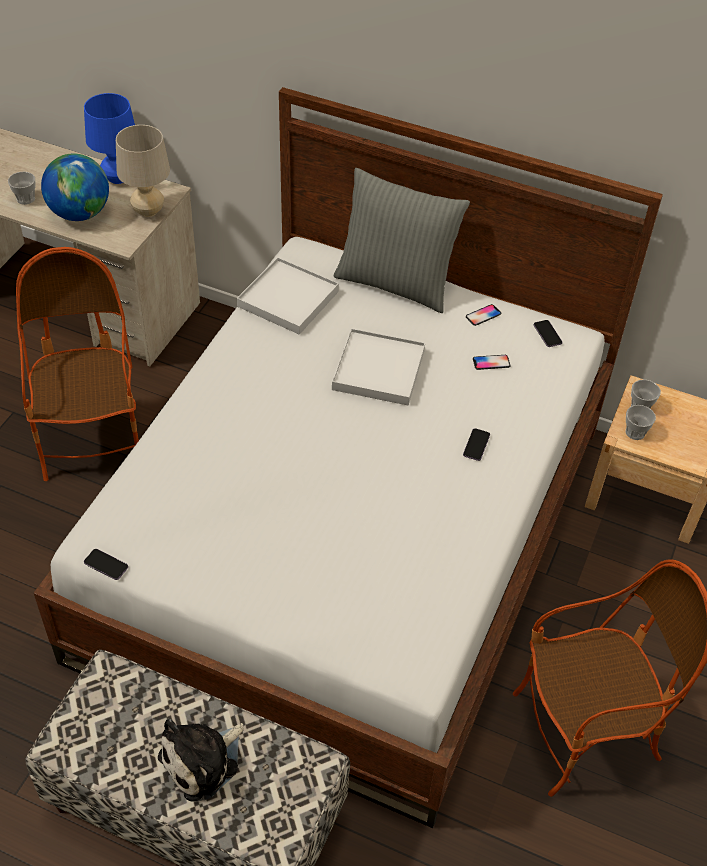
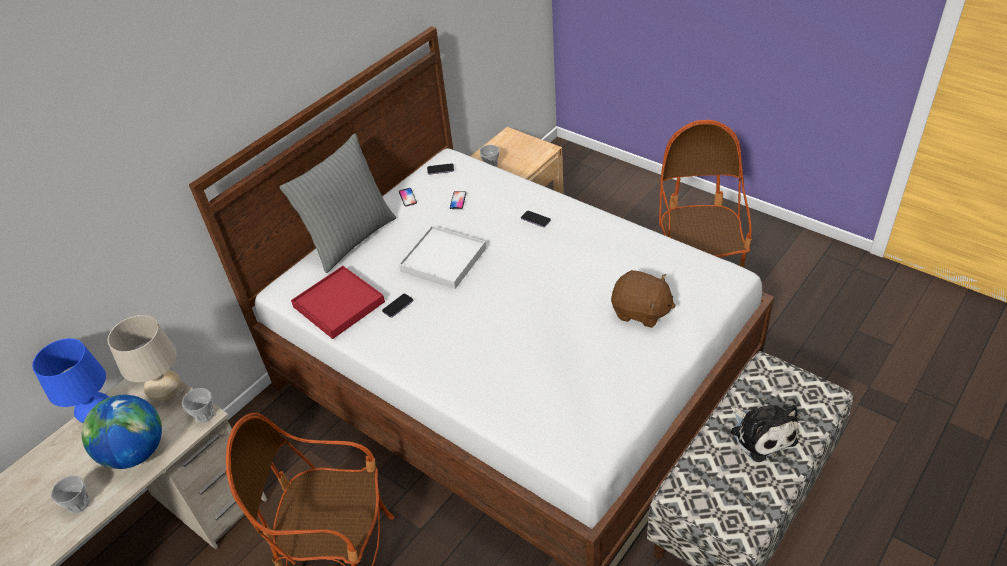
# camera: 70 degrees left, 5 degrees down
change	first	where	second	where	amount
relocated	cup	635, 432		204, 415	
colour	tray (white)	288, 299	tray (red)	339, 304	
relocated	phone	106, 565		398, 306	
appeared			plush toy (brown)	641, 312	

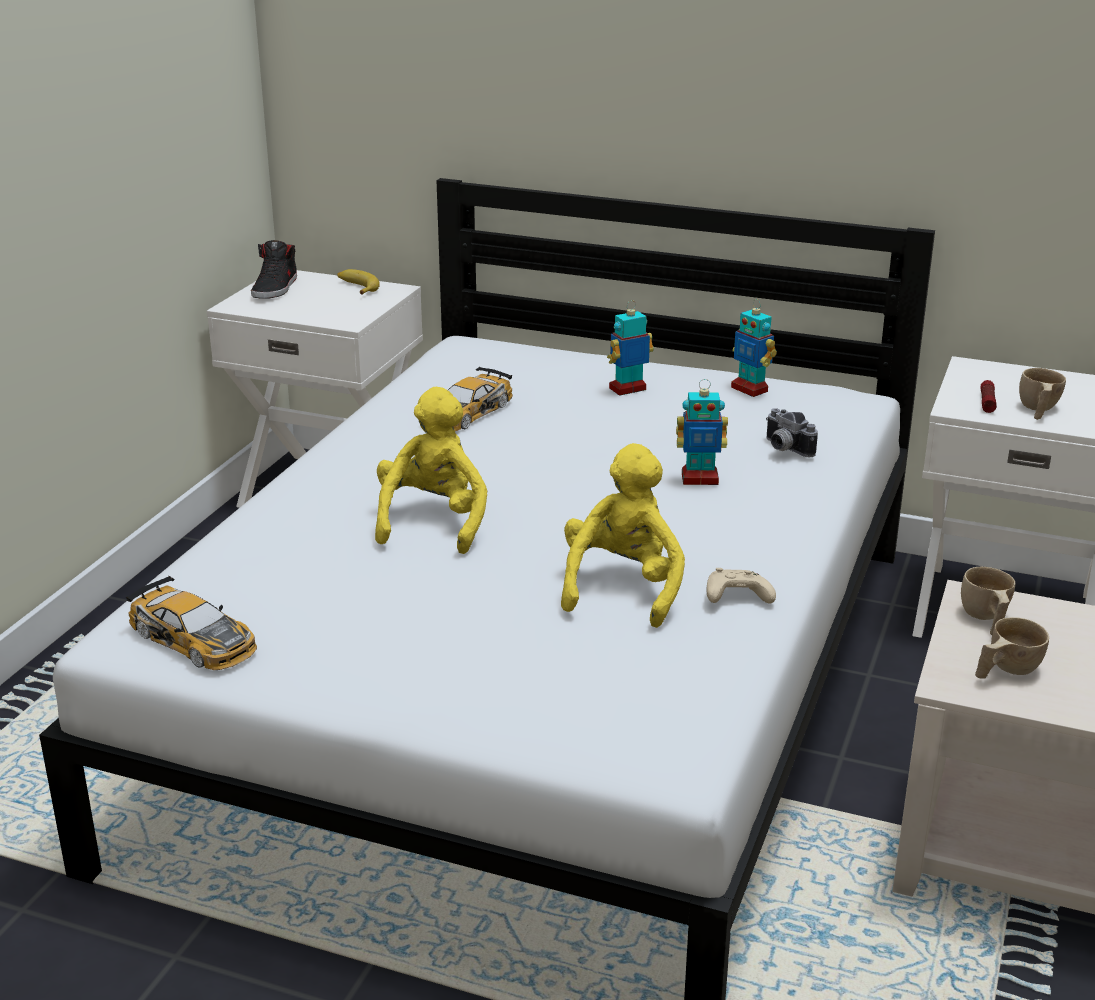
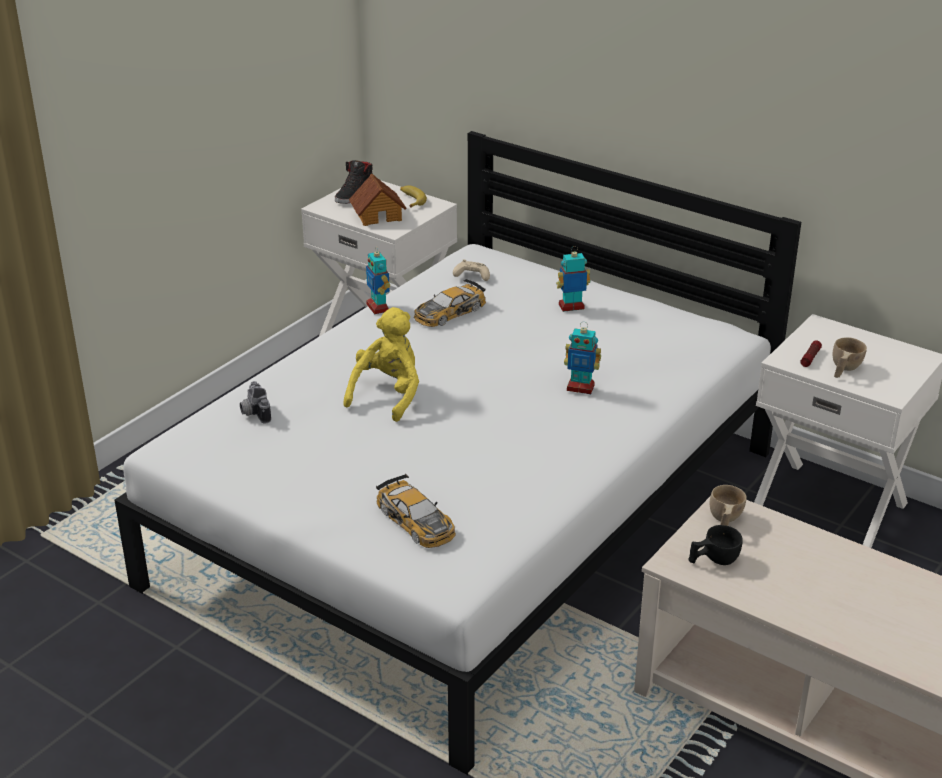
# camera: 15 degrees right, 5 degrees up
change	first	where	second	where	amount
relocated	photo camera	784, 448		253, 413	
appeared			toy house	378, 215	
relocated	toy robot	750, 389		378, 307	
relocated	toy car	194, 639		416, 521	
relocated	game controller (beige)	735, 598		471, 276	
colour	cup (beige)	1005, 670	cup (black)	713, 560	
missing	plush toy (yellow)	623, 588			

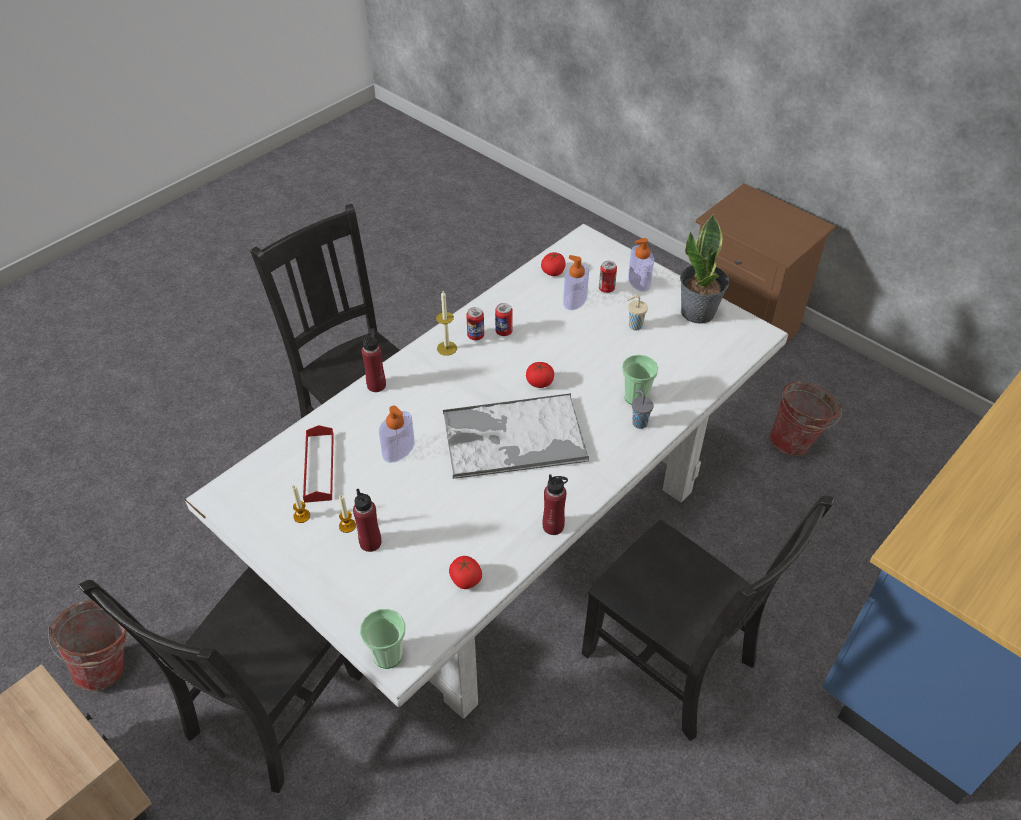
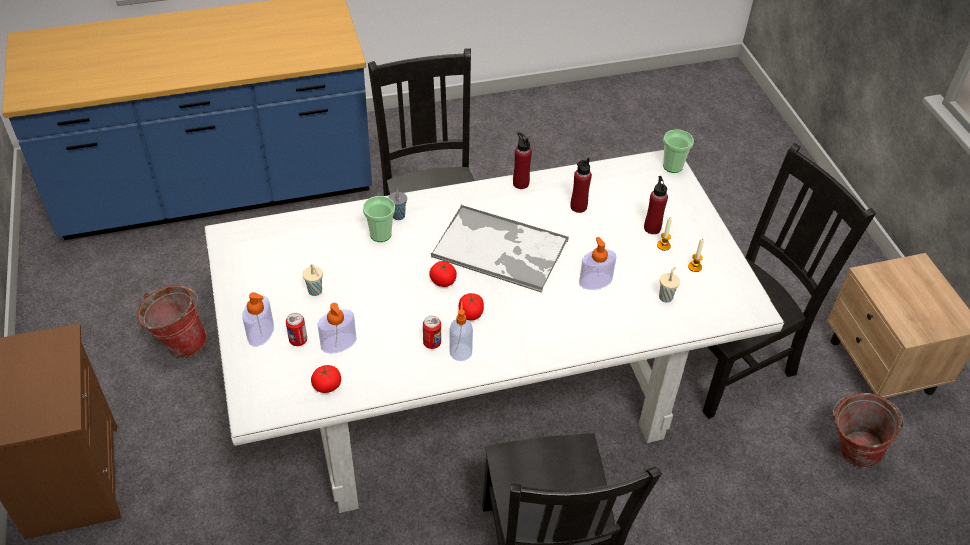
# camera: 150 degrees left, 0 degrees up
change	first	where	second	where	amount
exchanged	can	475, 336	soap dispenser	460, 351	
relocated	tomato	465, 580		471, 314	
relocated	bottle (red)	376, 385		578, 207	
exchanged	tray (red)	319, 467	cup (beige)	666, 297	
missing	candle	446, 348			
missing	potted plant	698, 312			

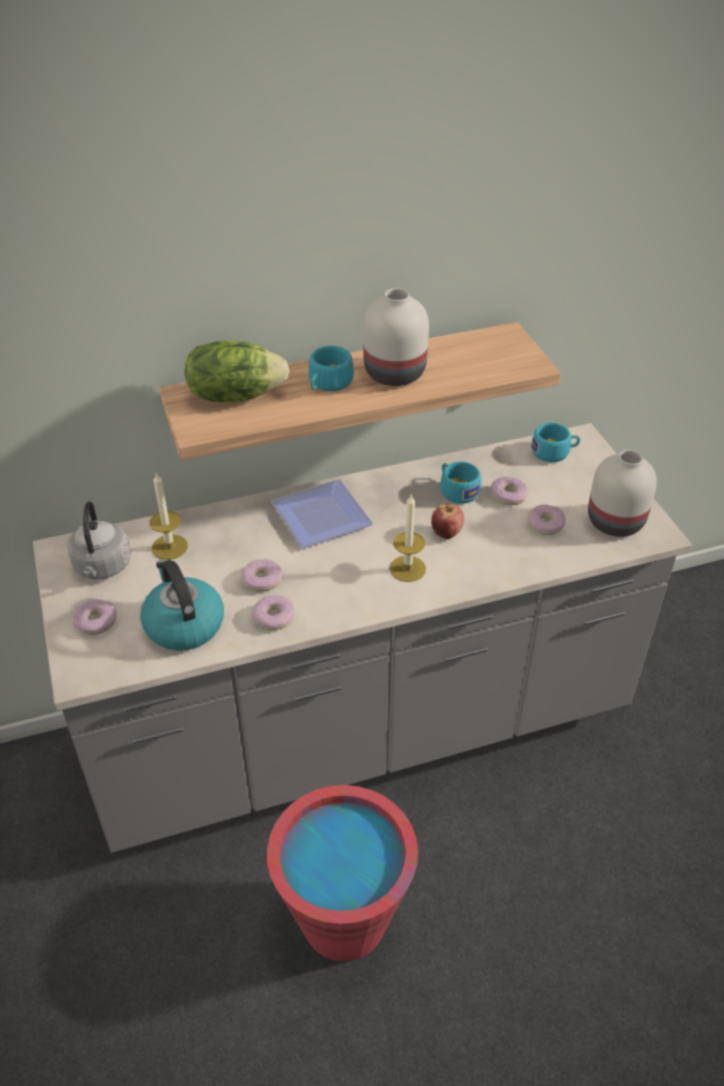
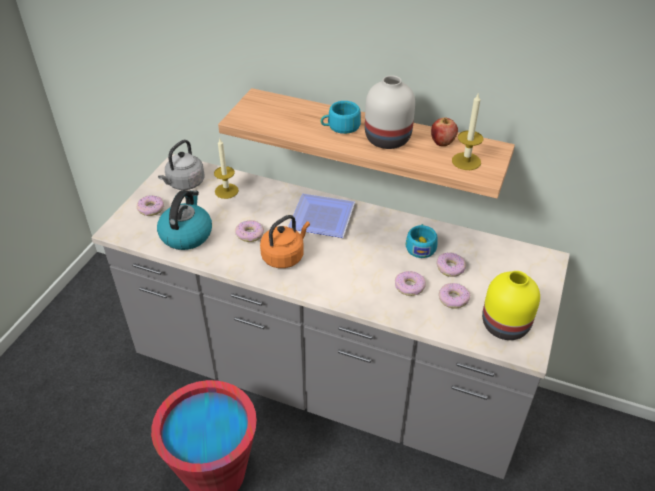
# camera: 40 degrees right, 0 degrees up
change	first	where	second	where	amount
appeared			kettle (orange)	284, 256	
relocated	donut	274, 617		409, 287	
relocated	apple	446, 533		442, 143	
relocated	candle	407, 568		466, 161	
colour	vase (white)	614, 522	vase (yellow)	503, 325	
missing	lettuce	235, 395			
missing	cup (turquoise)	554, 452			

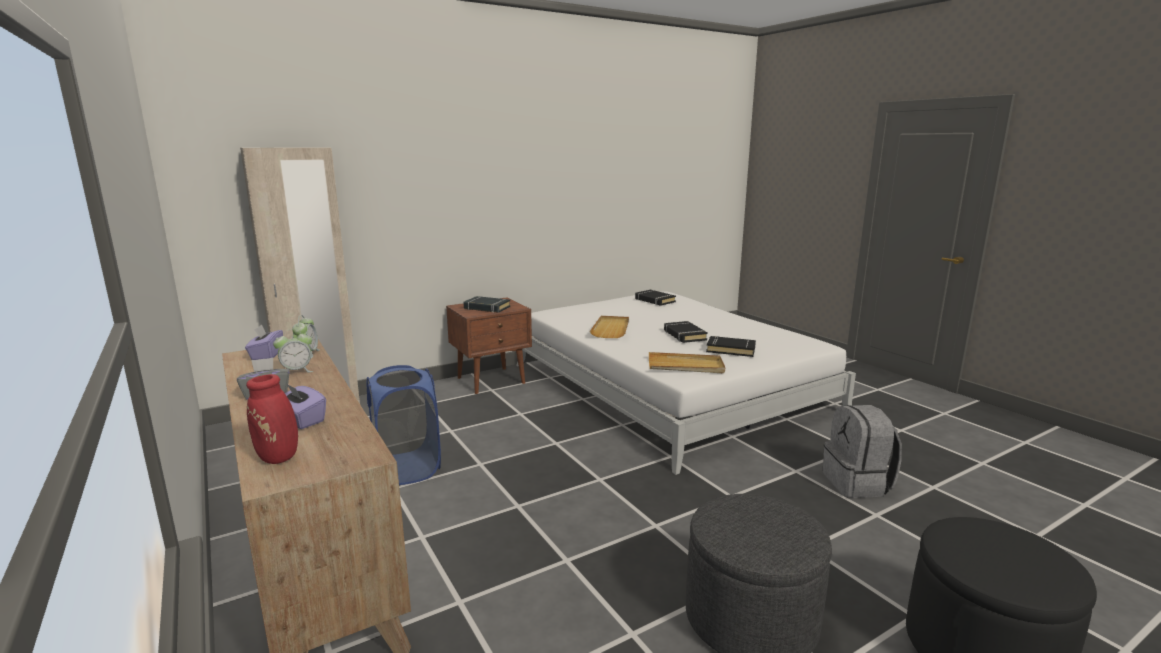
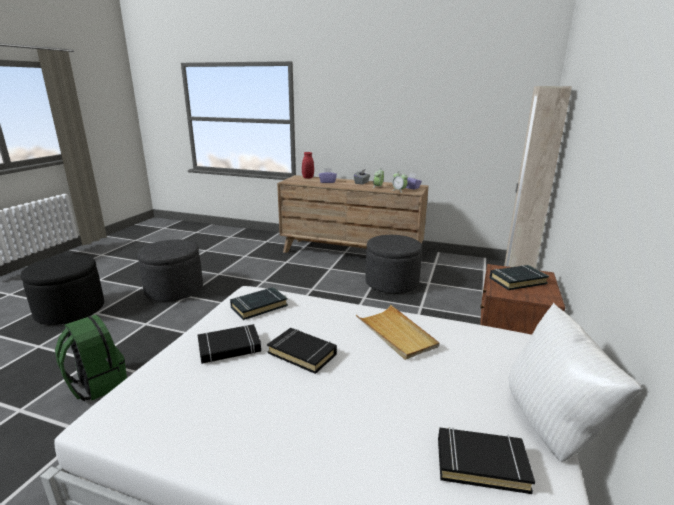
# camera: 140 degrees right, 5 degrees up
change	first	where	second	where	amount
colour	backpack (grey)	857, 483	backpack (green)	97, 384	
exchanged	tray (beige)	685, 366	book (black)	259, 306	
exchanged	laundry basket (blue)	407, 468	ottoman (grey)	391, 283	
appeared			pillow (white)	552, 427	

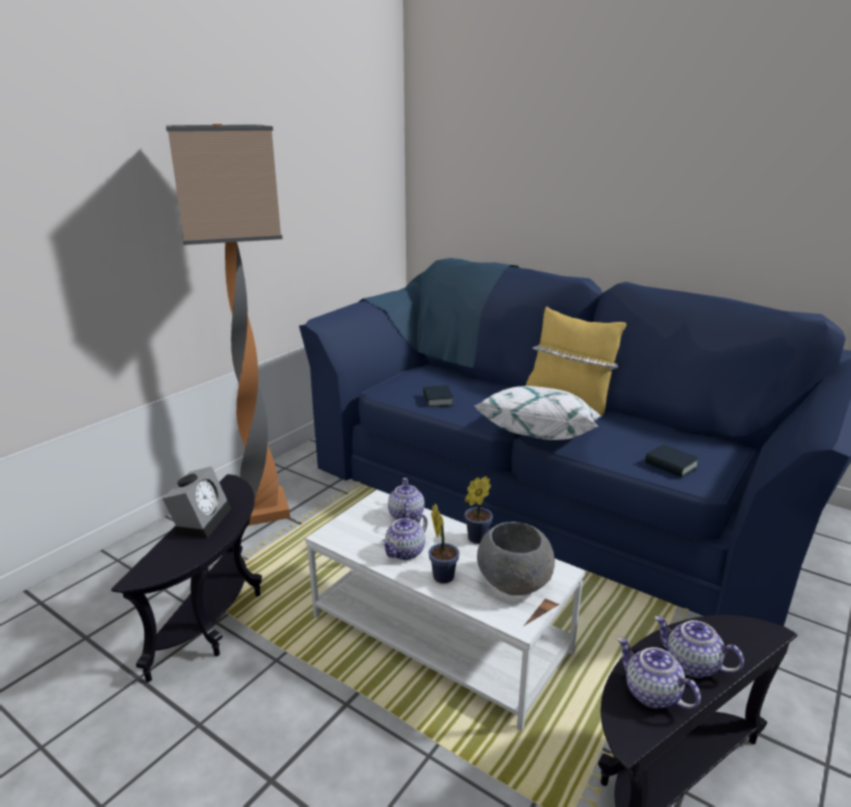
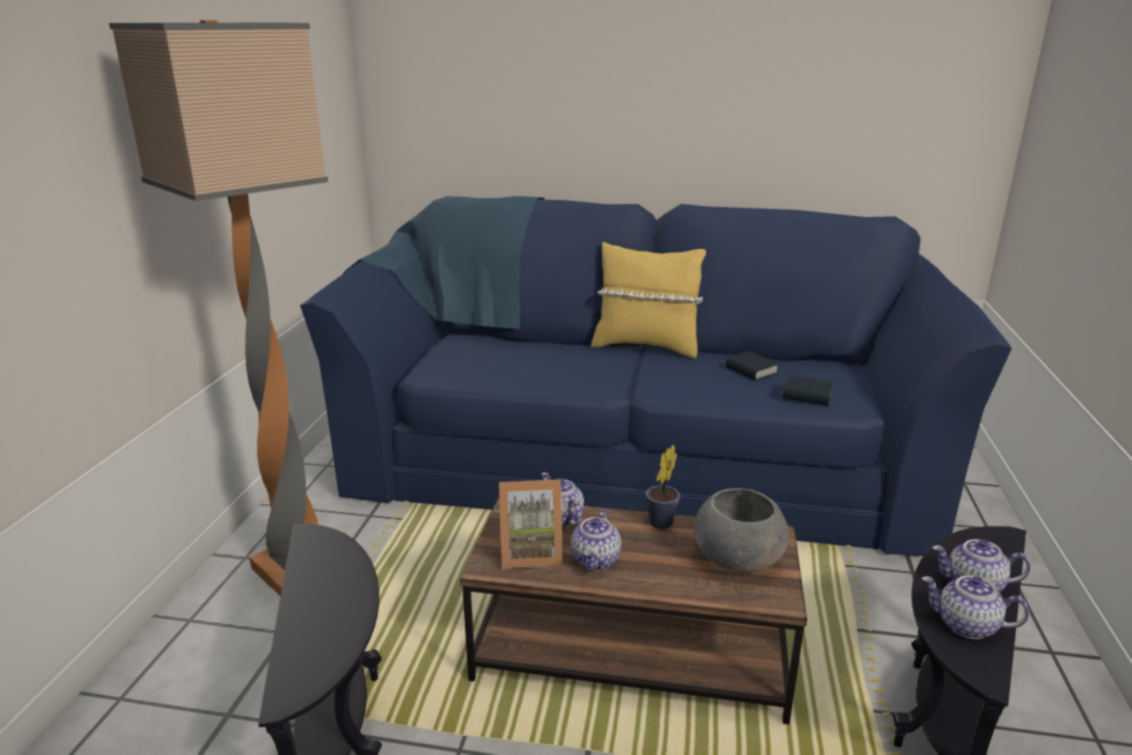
# camera: 25 degrees left, 0 degrees up
change	first	where	second	where	amount
colour	coffee table (white)	440, 633	coffee table (brown)	632, 650	
appeared			picture frame	531, 553	
relocated	book	437, 400		751, 371	
missing	alarm clock	201, 519			
missing	potted plant	442, 575			
missing	pillow (white)	540, 434			

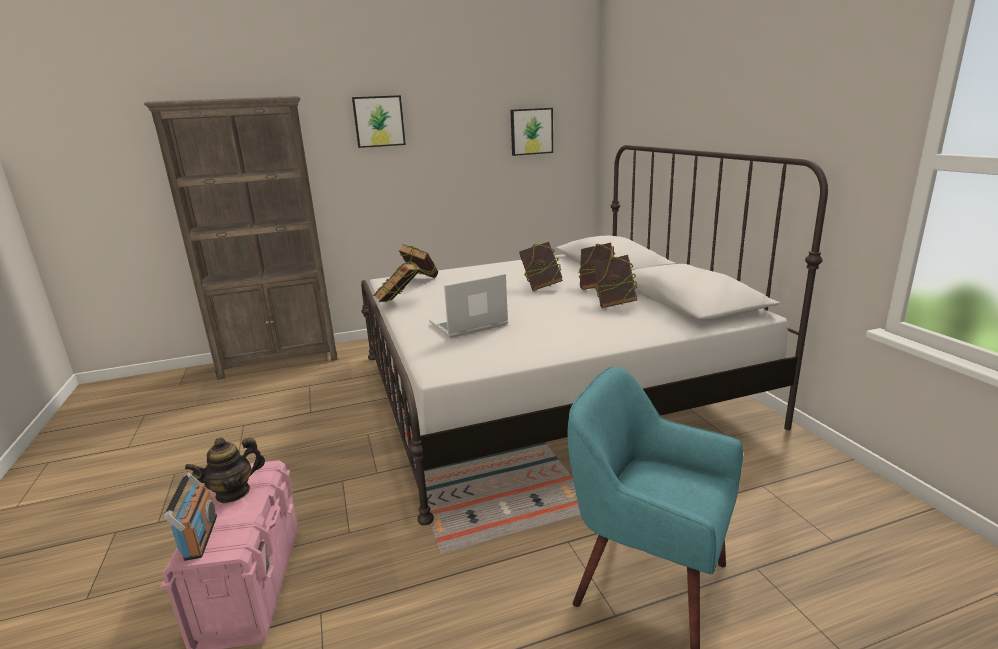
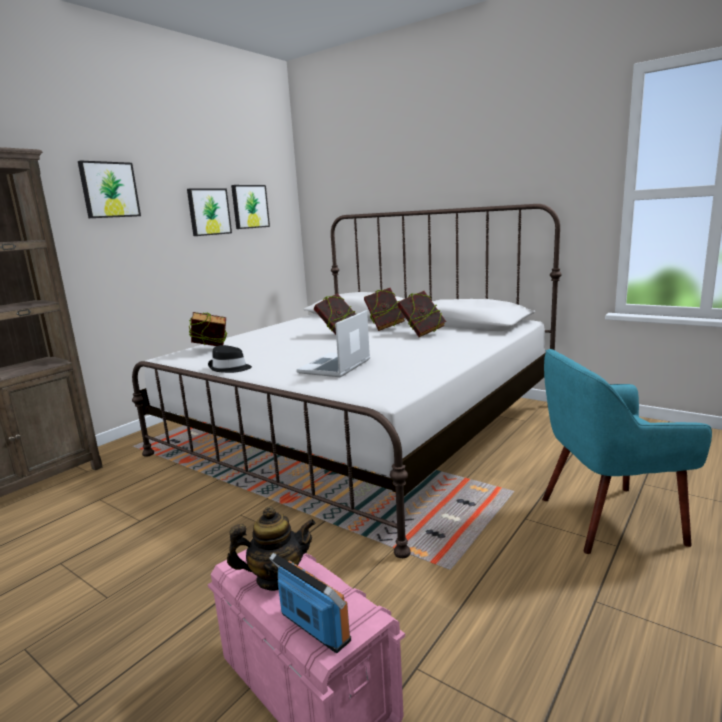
# camera: 35 degrees left, 5 degrees down
change	first	where	second	where	amount
appeared			picture	208, 212	
exchanged	book	400, 303	hat (black)	230, 368	
spun	teapot	233, 492		276, 578	120 degrees counterclockwise

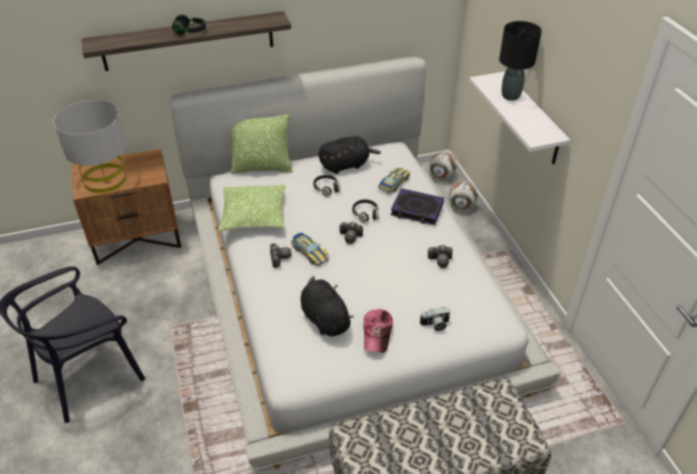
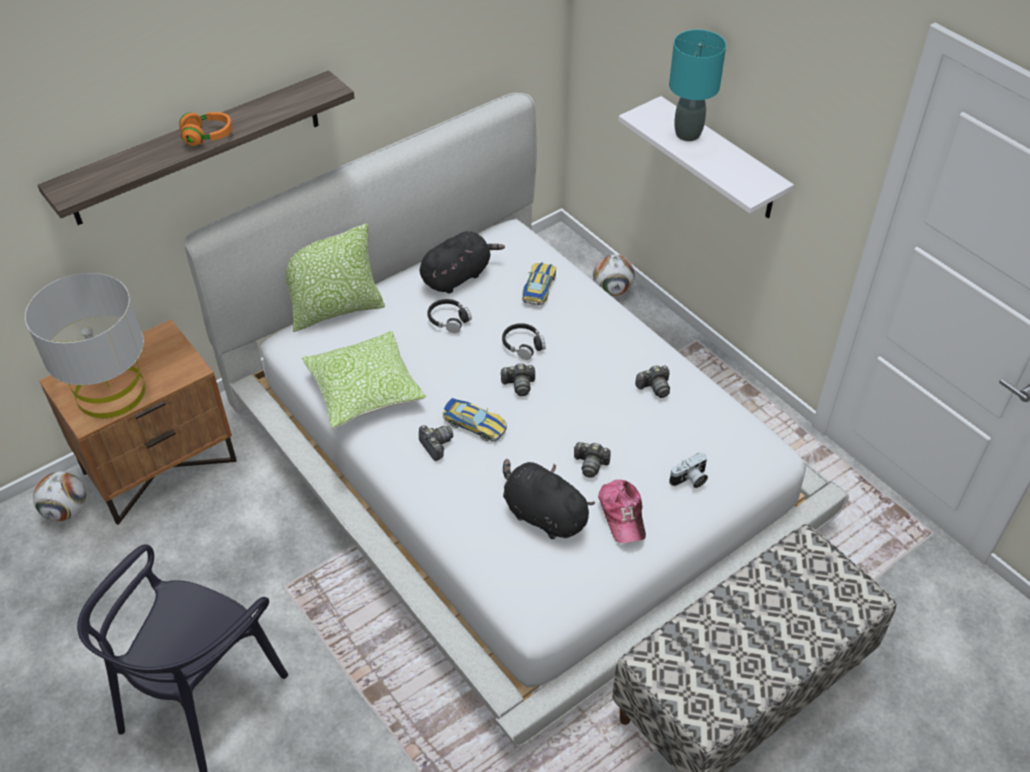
# camera: 20 degrees left, 5 degrees up
change	first	where	second	where	amount
relocated	football	441, 176		67, 510	
colour	headphones (black)	190, 32	headphones (orange)	208, 137	
appeared			photo camera	590, 464	
colour	table lamp (black)	510, 96	table lamp (turquoise)	688, 134	
missing	book	417, 210			

